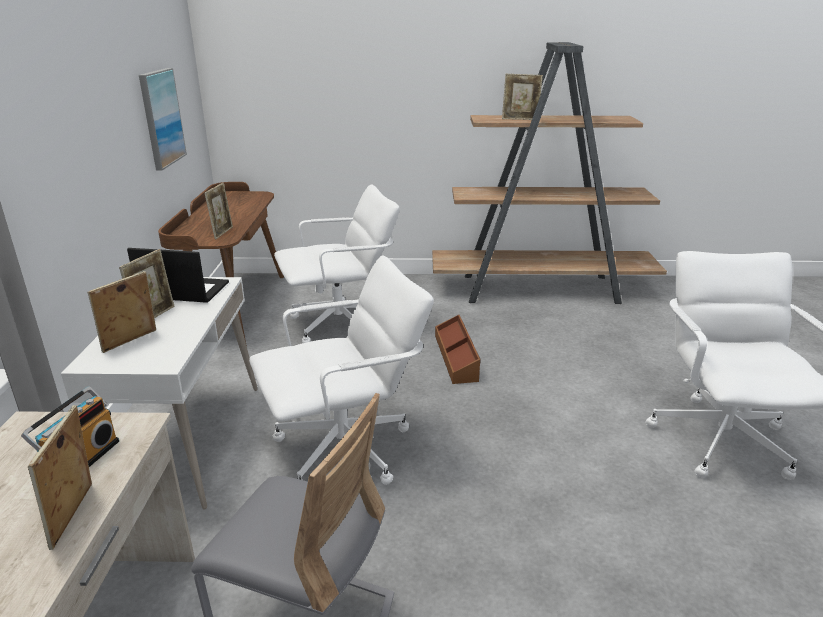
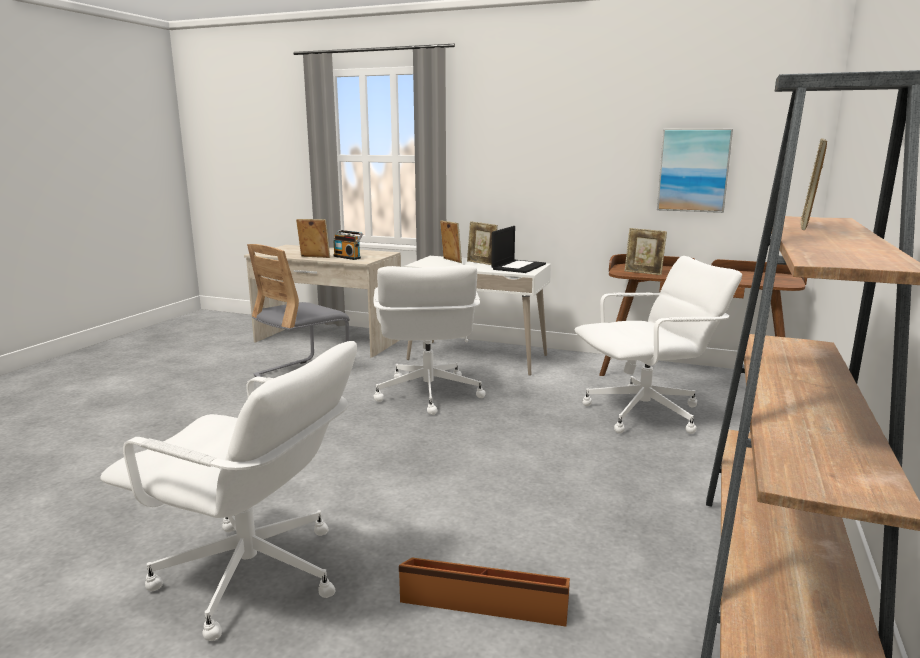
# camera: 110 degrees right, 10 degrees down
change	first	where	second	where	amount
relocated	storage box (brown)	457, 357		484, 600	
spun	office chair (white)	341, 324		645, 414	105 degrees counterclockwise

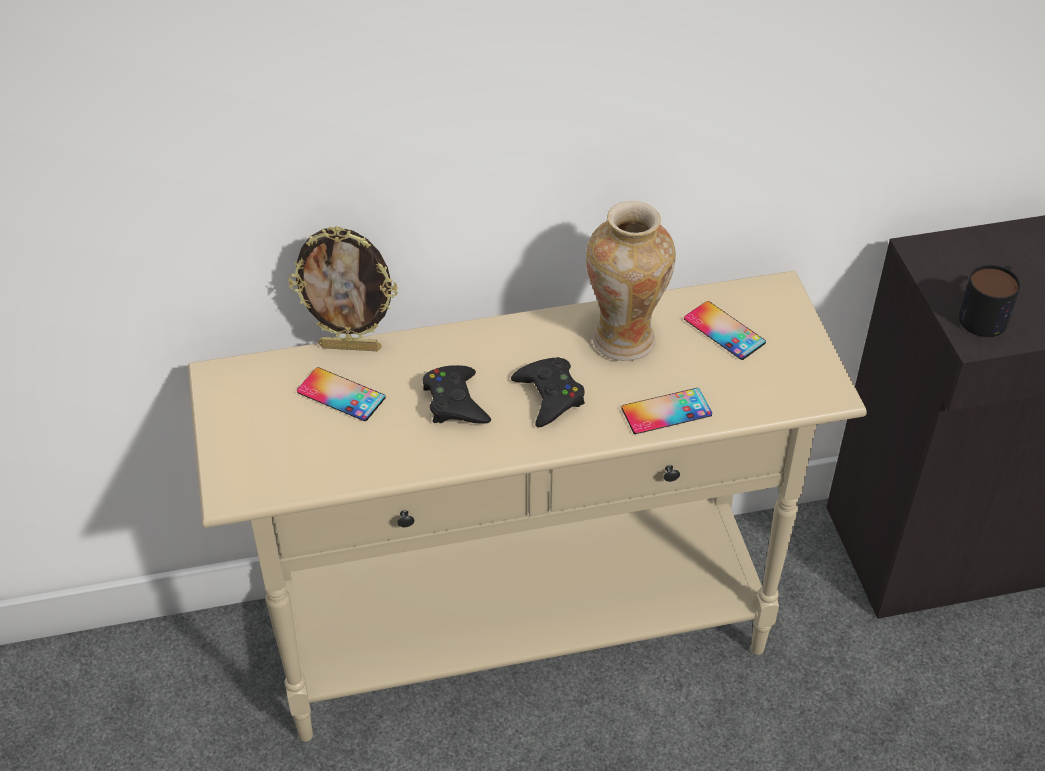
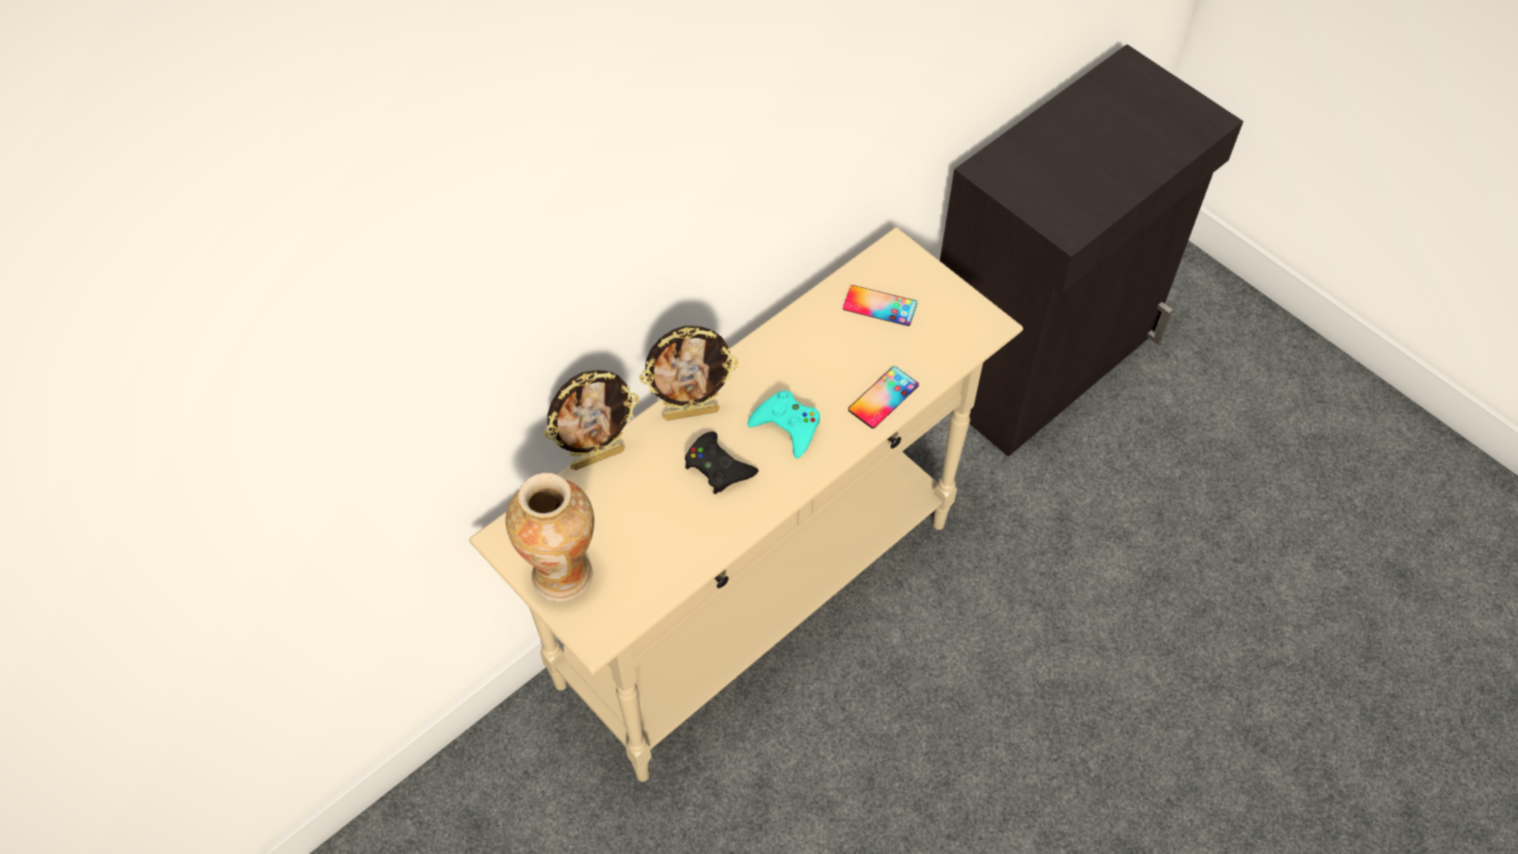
# camera: 30 degrees left, 10 degrees up
change	first	where	second	where	amount
relocated	vase	625, 339		563, 573	
appeared			picture frame	691, 413	
colour	game controller (black)	549, 396	game controller (turquoise)	787, 426	
missing	phone	341, 395			
missing	mug	987, 313			

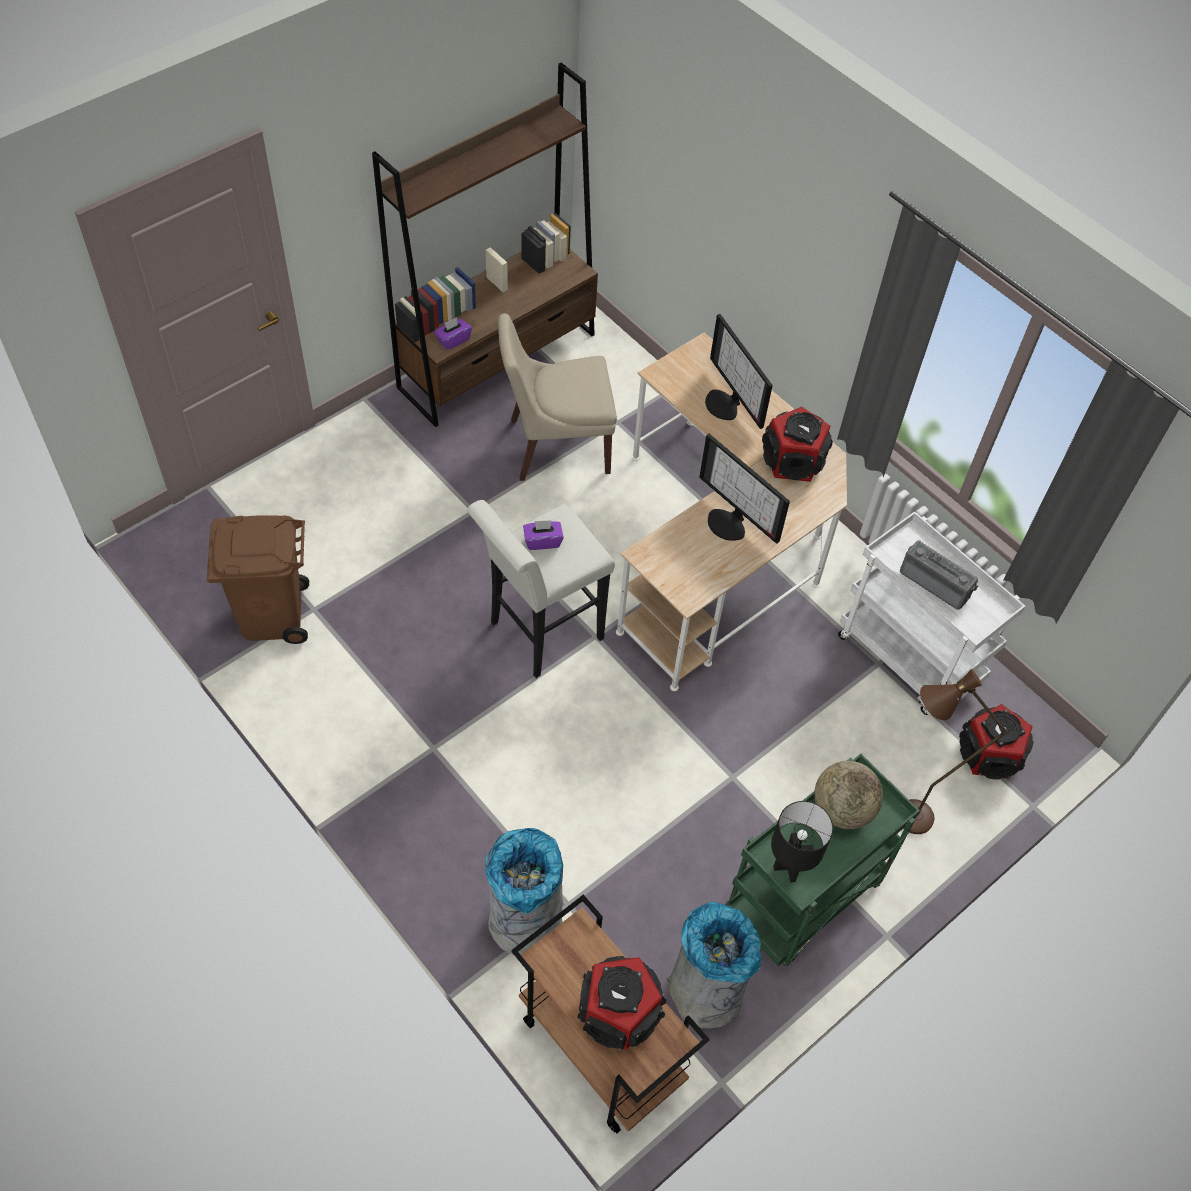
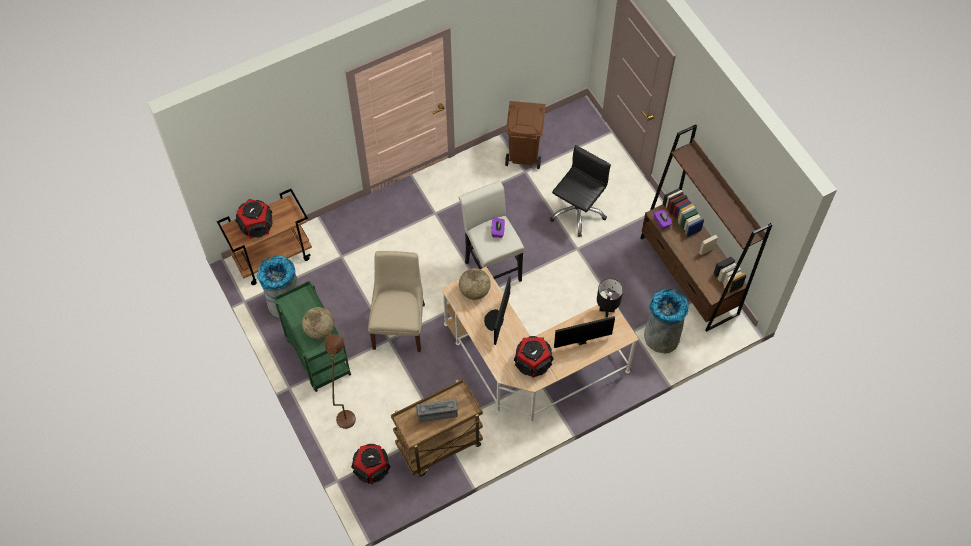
# camera: 105 degrees right, 5 degrees up
change	first	where	second	where	amount
relocated	chair (beige)	555, 446		399, 324	
colour	cart (white)	910, 659	cart (brown)	439, 446	
spun	radio	936, 582		437, 412	150 degrees counterclockwise
appeared			globe	474, 291	
spun	monitor	730, 523		495, 321	45 degrees counterclockwise
appeared			office chair (black)	577, 211	
relocated	table lamp (black)	789, 867		606, 310	
relocated	trash can (grey)	525, 921		661, 336	

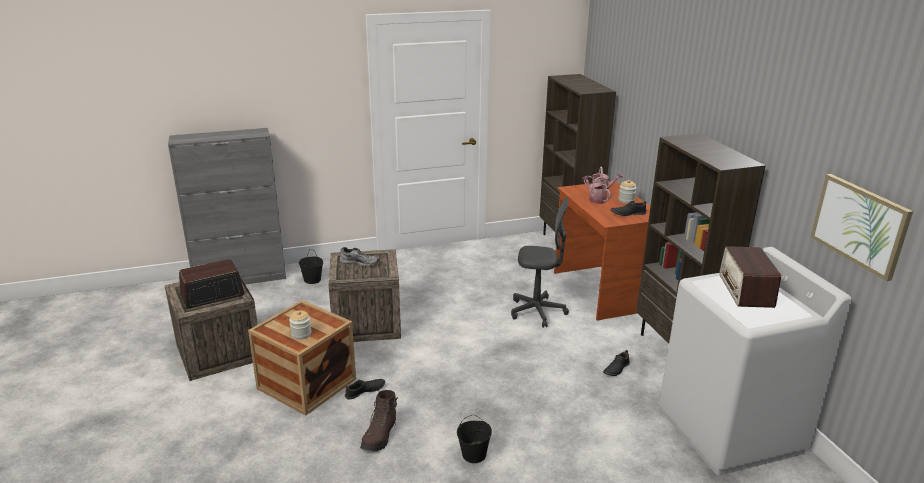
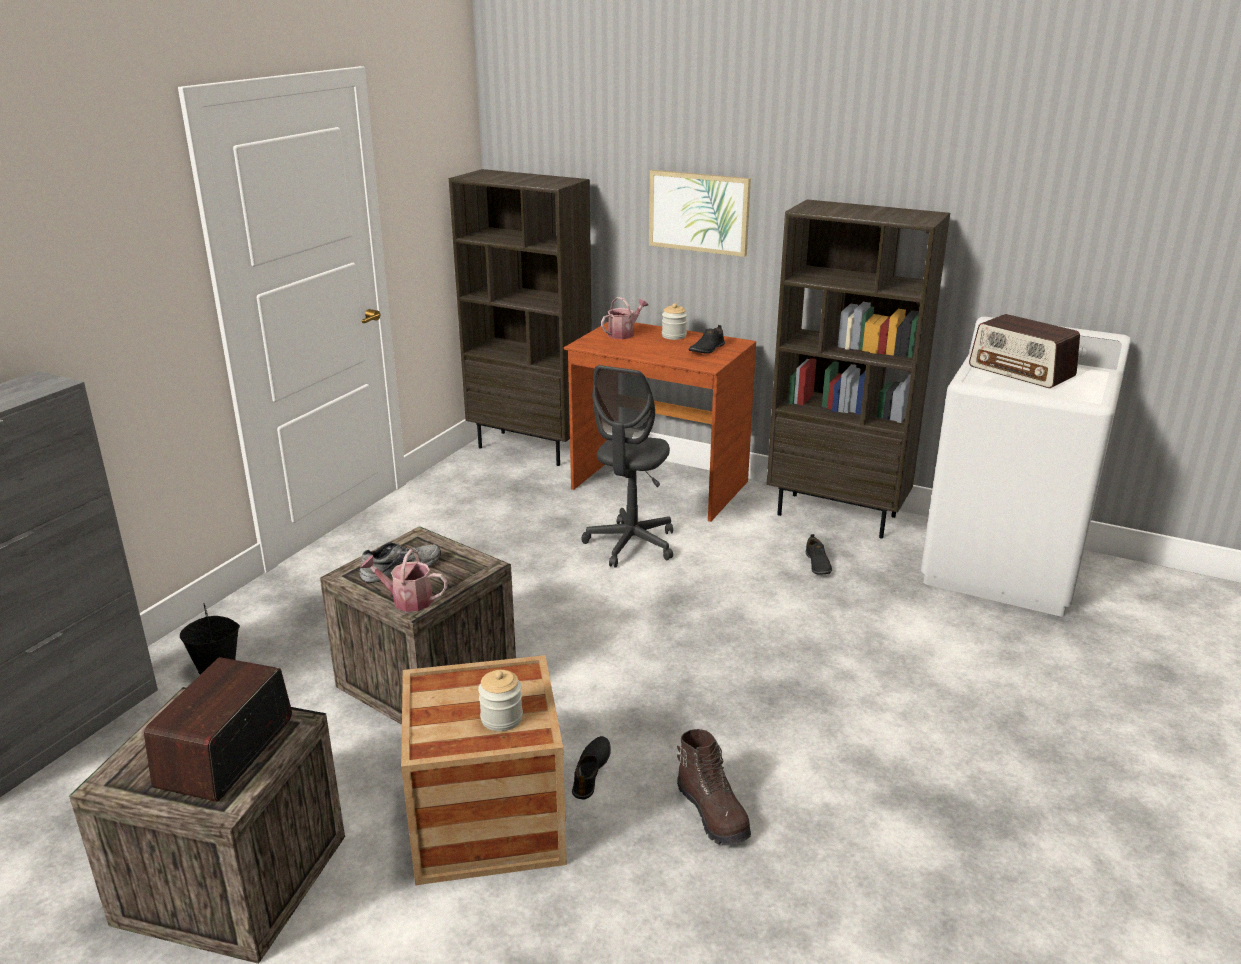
# camera: 45 degrees left, 0 degrees up
change	first	where	second	where	amount
relocated	watering can	595, 199		407, 600	
spun	office chair (grey)	537, 311		631, 544	150 degrees clockwise
relocated	picture	860, 224		699, 212	
missing	bucket (black)	474, 454			

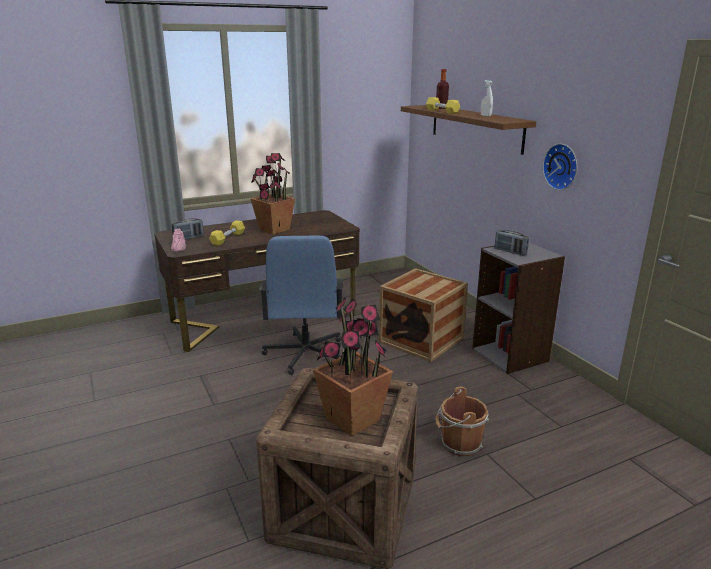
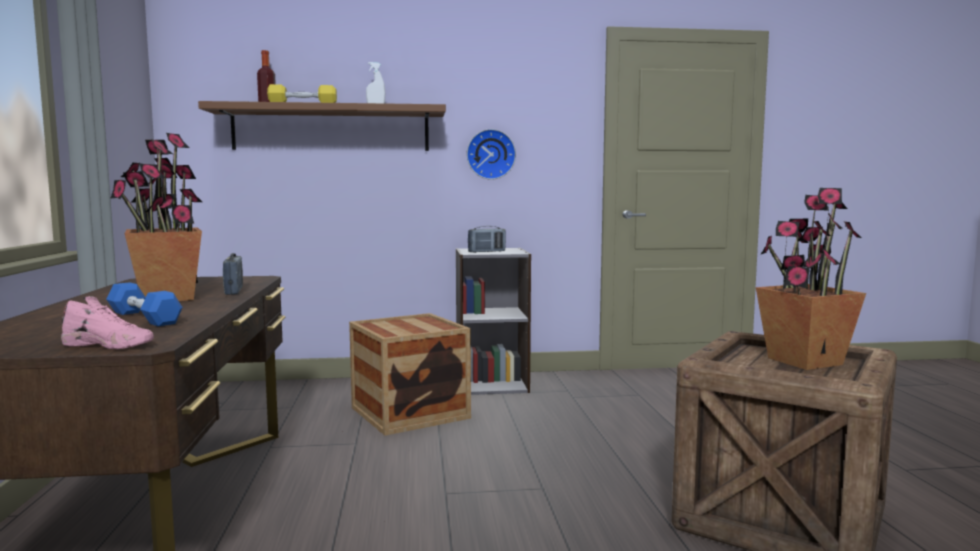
# camera: 70 degrees left, 15 degrees down
change	first	where	second	where	amount
colour	dumbbell (yellow)	228, 238	dumbbell (blue)	144, 318	
relocated	radio	188, 238		234, 291	
missing	office chair (blue)	305, 354			
missing	bucket (brown)	459, 444			

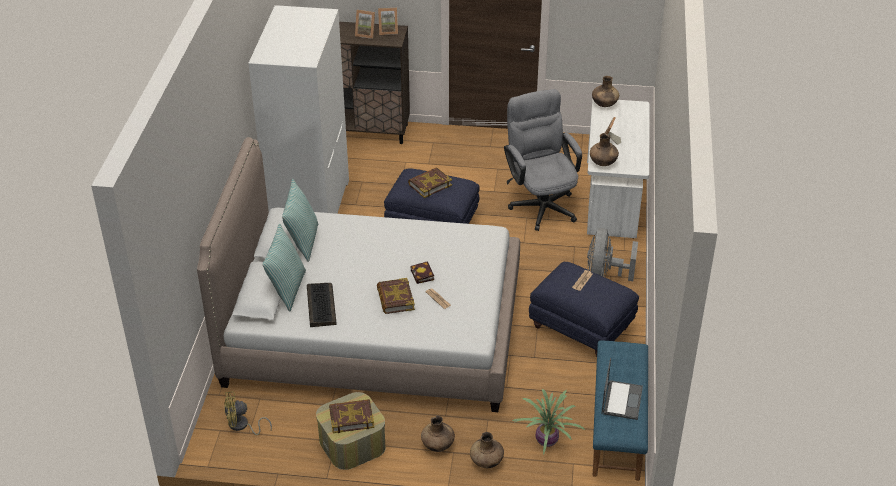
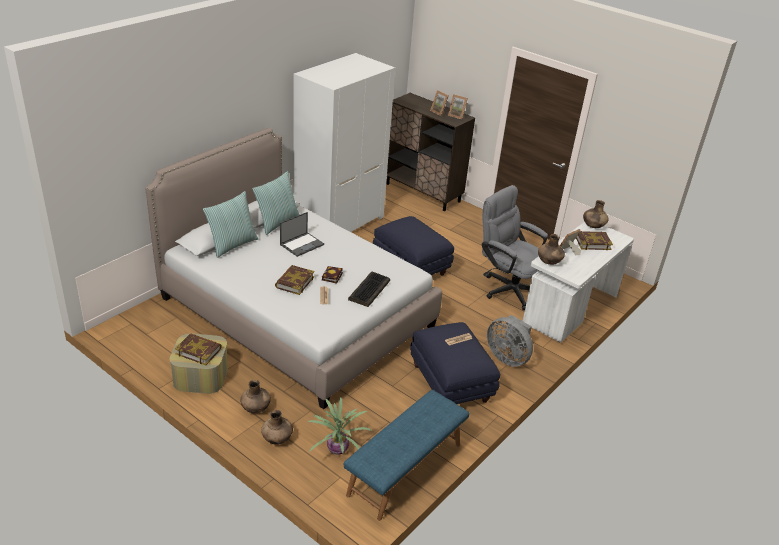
# camera: 30 degrees right, 5 degrees down
change	first	where	second	where	amount
relocated	laptop	621, 399		302, 244	
relocated	keyboard	320, 305		369, 290	
spun	office chair (grey)	541, 203		507, 287	60 degrees counterclockwise
spun	fan (grey)	604, 276		508, 357	90 degrees counterclockwise
relocated	book	430, 185		592, 242	
missing	fan (yellow)	242, 426			

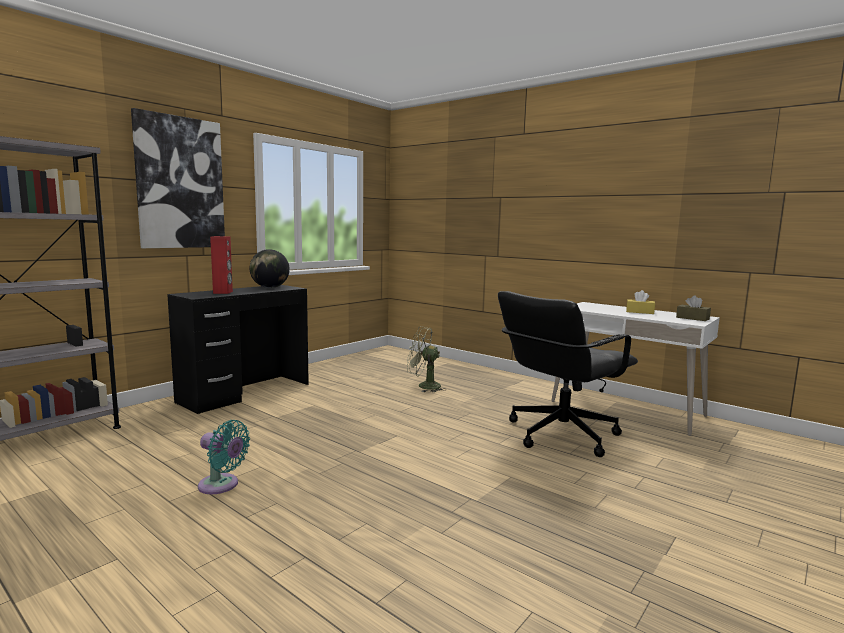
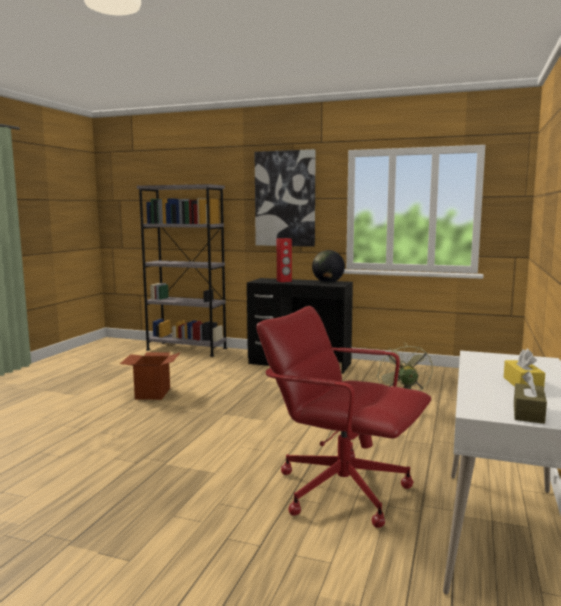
# camera: 70 degrees right, 0 degrees up
change	first	where	second	where	amount
exchanged	fan (turquoise)	221, 485	cardboard box	153, 393	
colour	office chair (black)	560, 434	office chair (red)	341, 489	

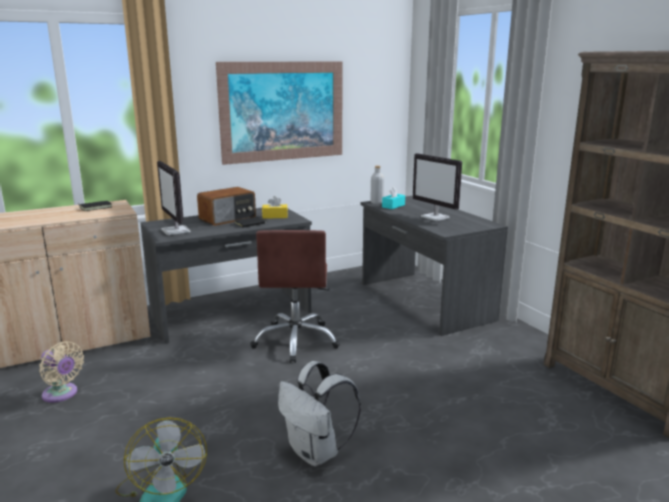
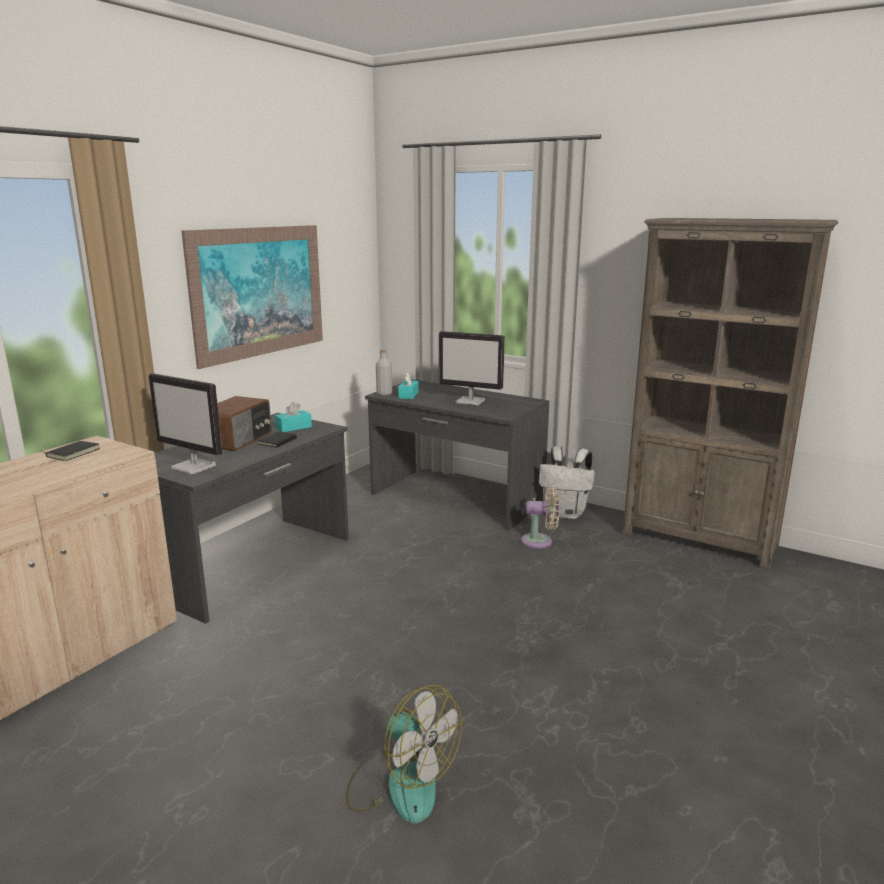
# camera: 30 degrees left, 0 degrees up
change	first	where	second	where	amount
colour	tissue box (yellow)	275, 216	tissue box (turquoise)	293, 427	
relocated	fan (beige)	62, 394		540, 541	
relocated	backpack (white)	316, 453		565, 514	
missing	office chair (brown)	296, 341			

